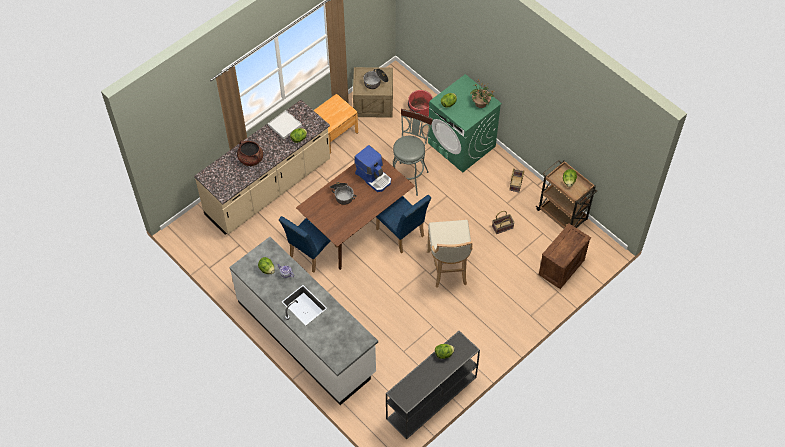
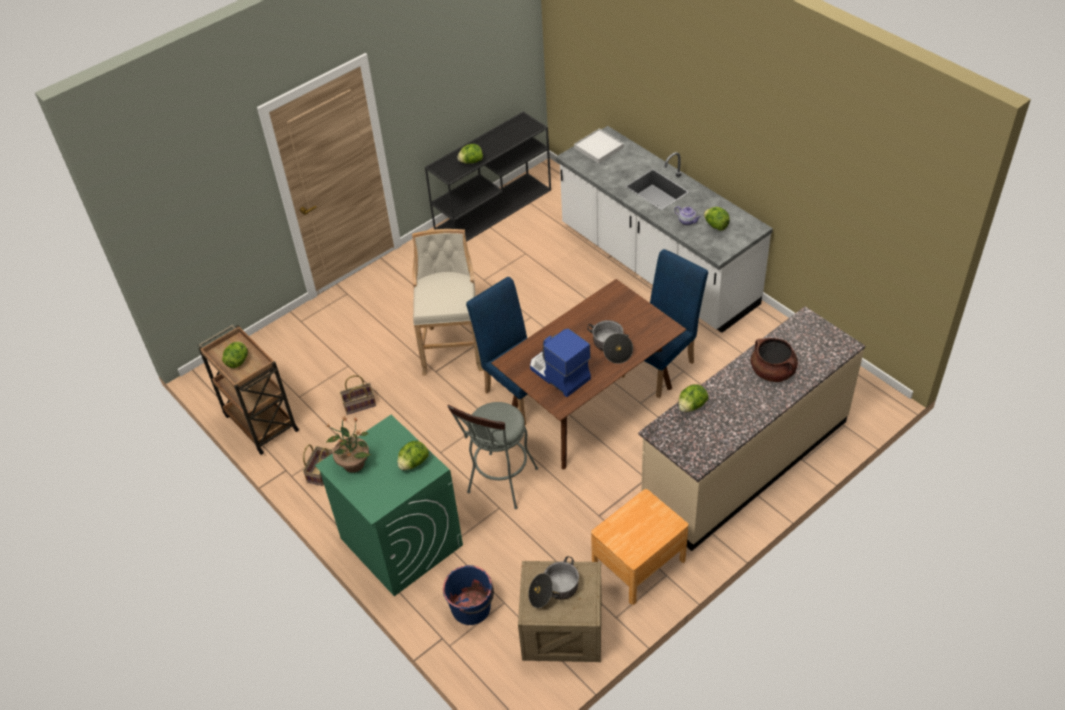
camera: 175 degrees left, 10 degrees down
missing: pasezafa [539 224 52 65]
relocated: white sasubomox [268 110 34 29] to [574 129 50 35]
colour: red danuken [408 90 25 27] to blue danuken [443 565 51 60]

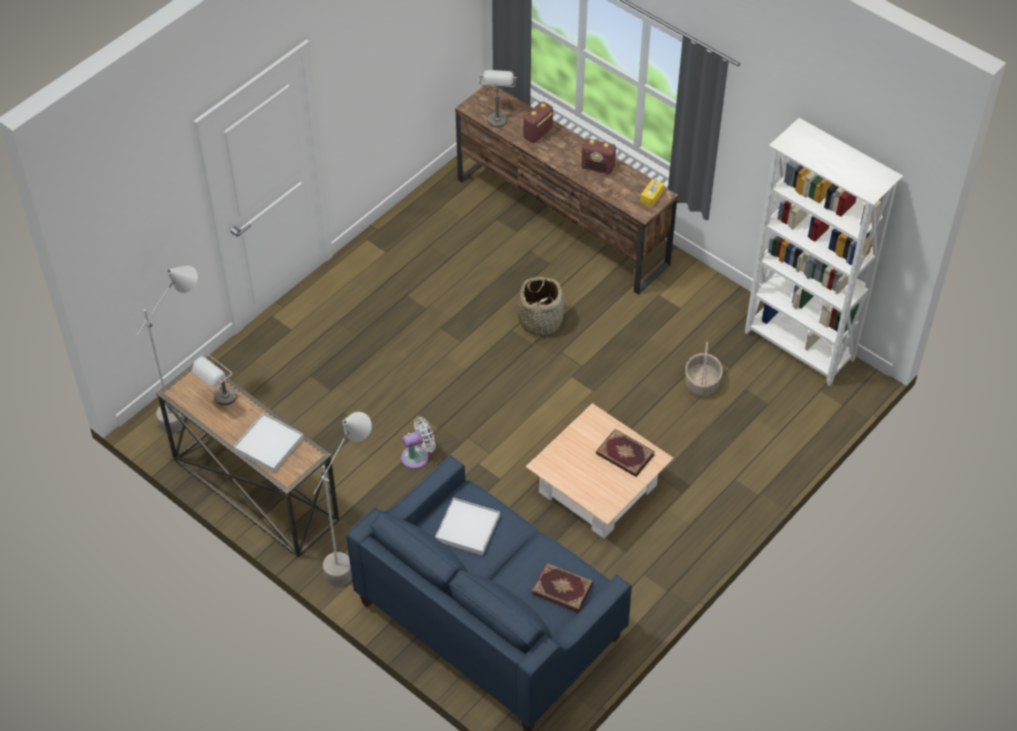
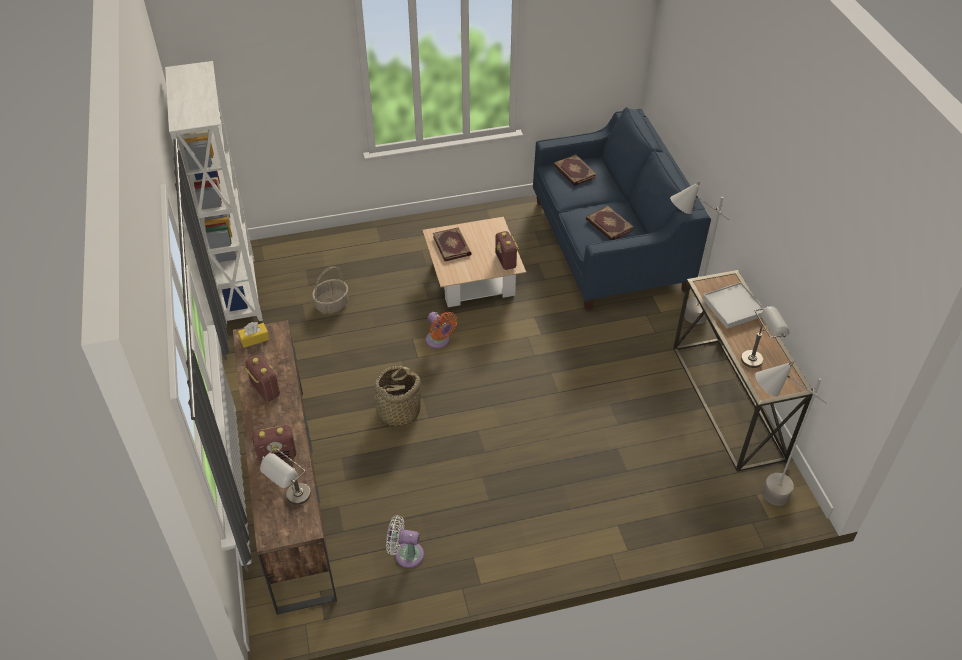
camera: 145 degrees left, 5 degrees down
appeared: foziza [495 231 24 39]; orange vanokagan [426 312 31 37]
relocated: white vanokagan [401 417 35 52] to [386 515 38 53]
exchanged: white sasubomox [435 497 65 59] to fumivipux [586 206 48 34]

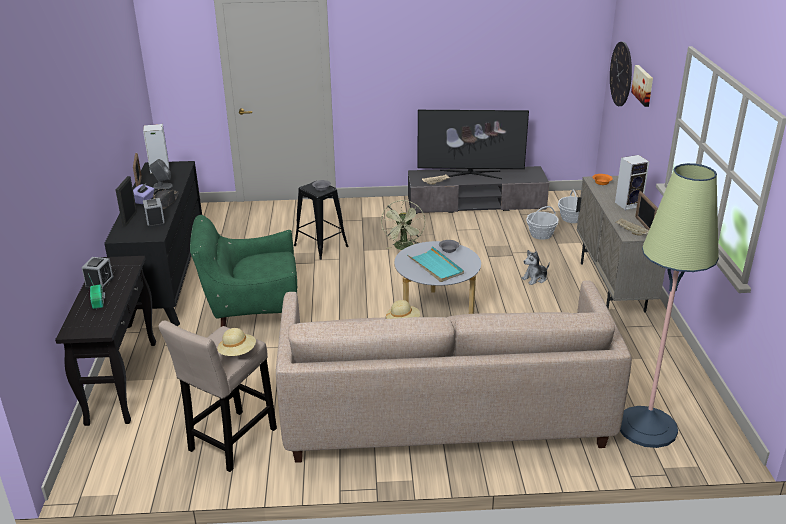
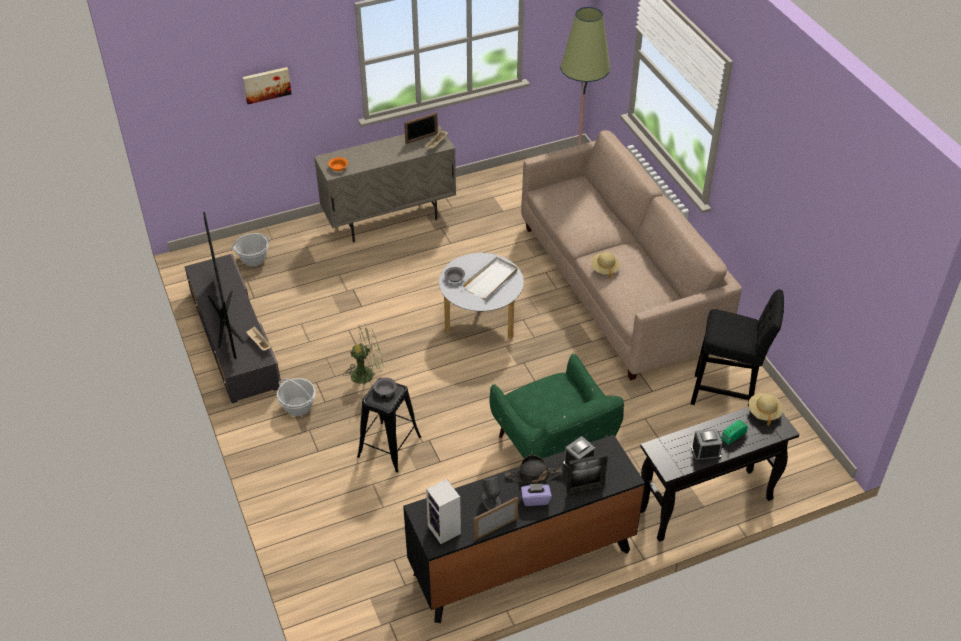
camera: 110 degrees left, 15 degrees up
missing: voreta [610 42 22 64]; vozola [615 155 34 55]; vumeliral [521 250 29 35]
relocated: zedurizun [526 206 32 34] to [277 378 39 38]; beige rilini [217 328 39 28] to [749 393 34 33]
colour: turquoise sasubomox [407 246 57 36] to white sasubomox [462 257 55 42]; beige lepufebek [158 321 119 151] to black lepufebek [691 289 93 118]

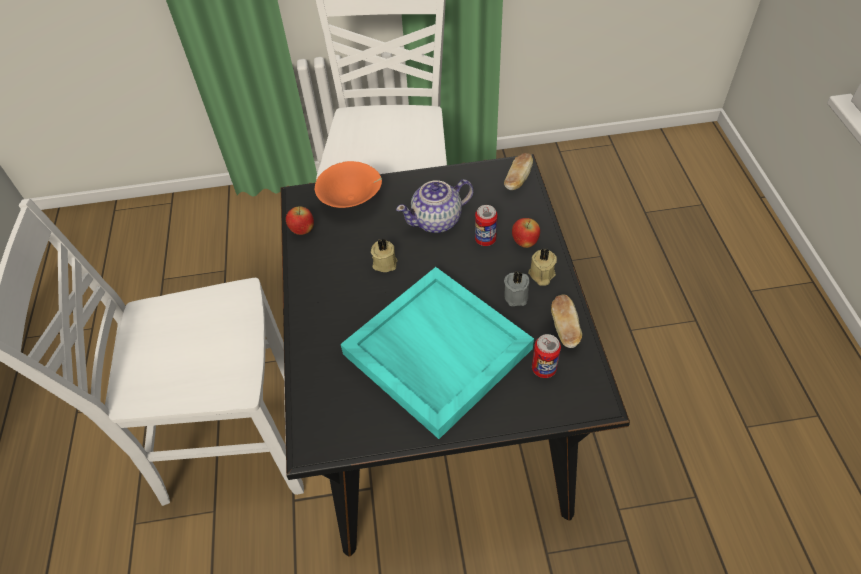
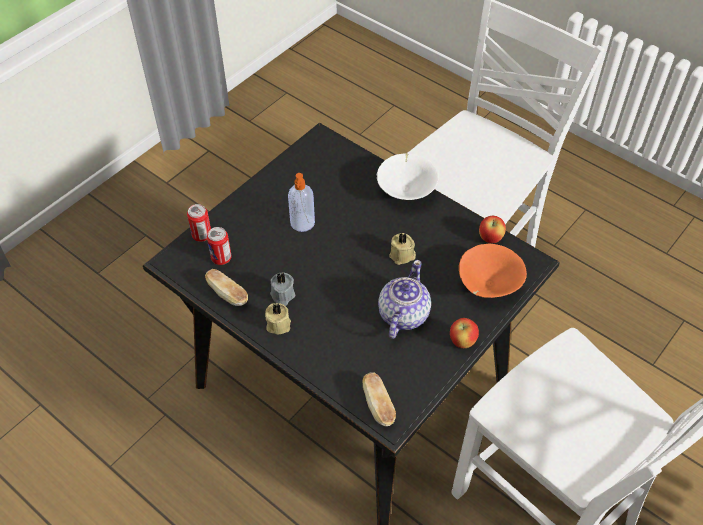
camera: 135 degrees right, 0 degrees up
appeared: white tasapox [377 153 62 47]
relocated: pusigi [475 205 22 41] to [187 204 24 38]; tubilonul [512 218 28 30] to [450 318 29 30]
exchanged: turquoise sasubomox [341 267 193 172] to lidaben [288 173 27 59]

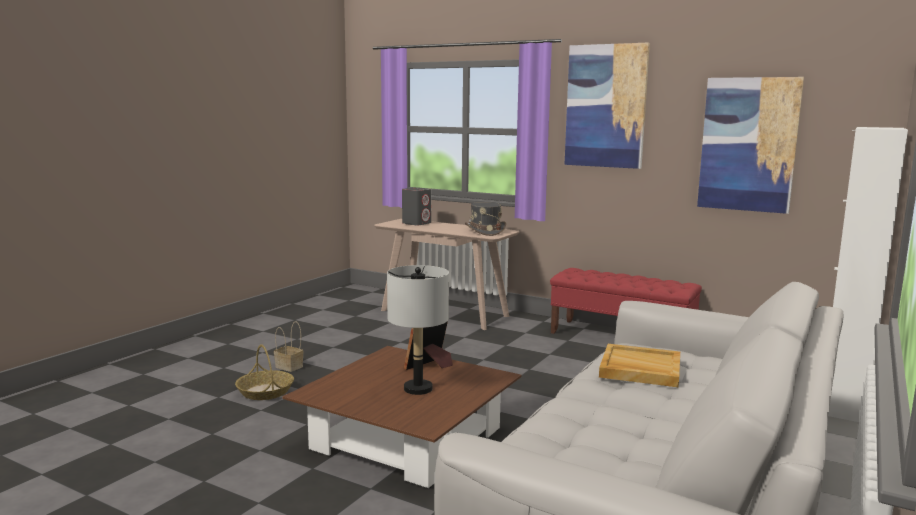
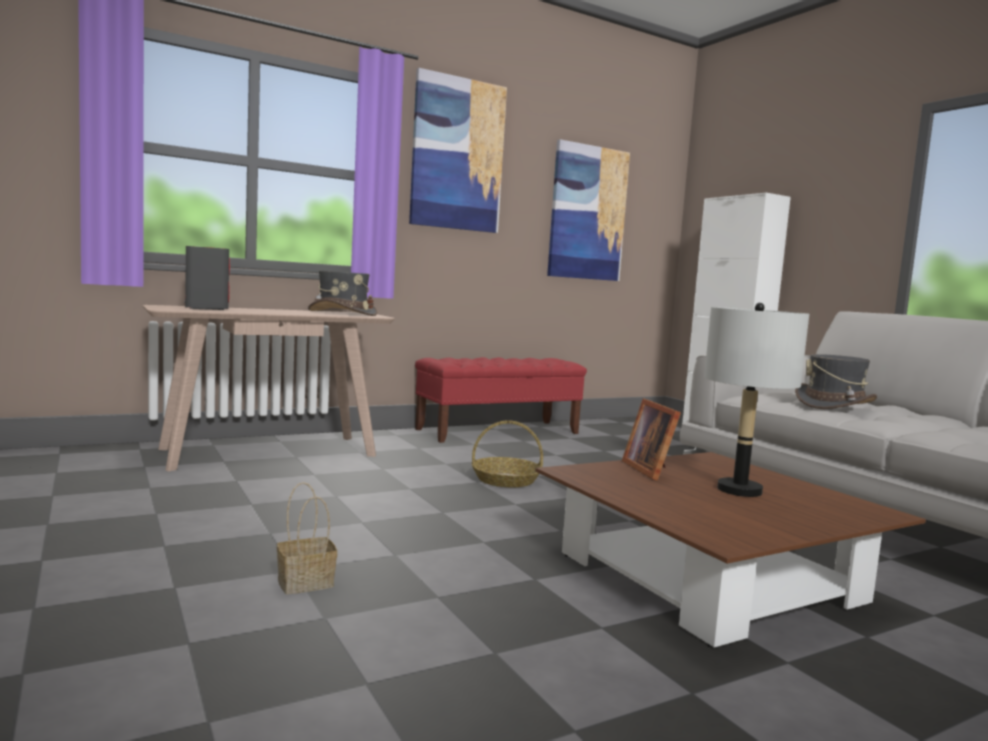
camera: 60 degrees left, 5 degrees down
relocated: zedurizun [235 344 59 56] to [472 420 71 67]
exchanged: beige sasubomox [599 344 81 43] to grey rilini [795 354 82 55]

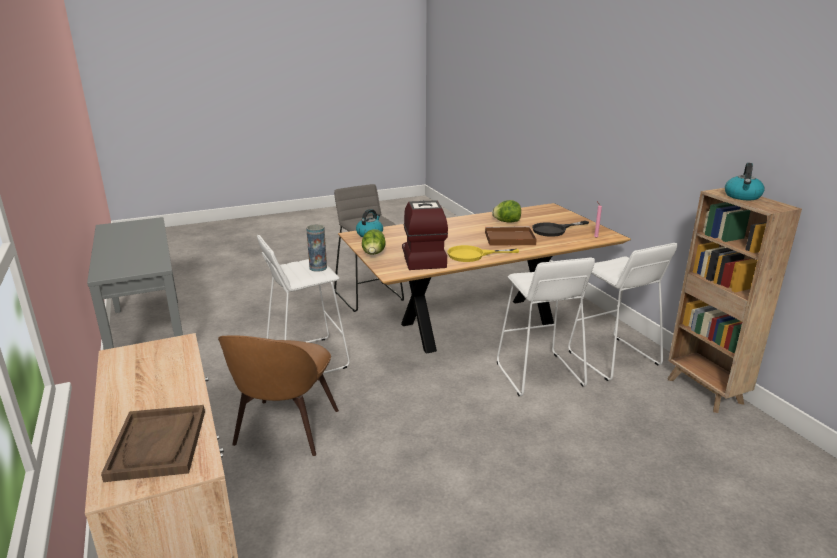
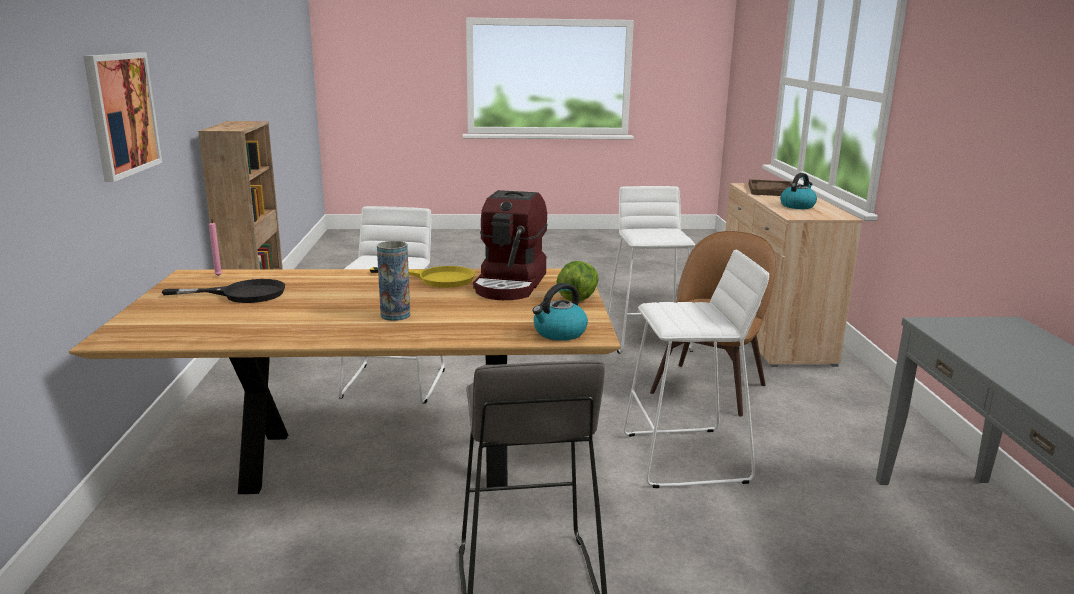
camera: 160 degrees left, 5 degrees down
missing: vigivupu [492 200 29 23]; brown sasubomox [485 227 52 19]
appeared: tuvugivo [83 53 79 129]
relocated: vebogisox [725 163 40 37] to [780 173 37 36]; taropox [306 224 21 48] to [377 241 33 80]; white lepufebek [568 243 109 138] to [607 186 88 168]

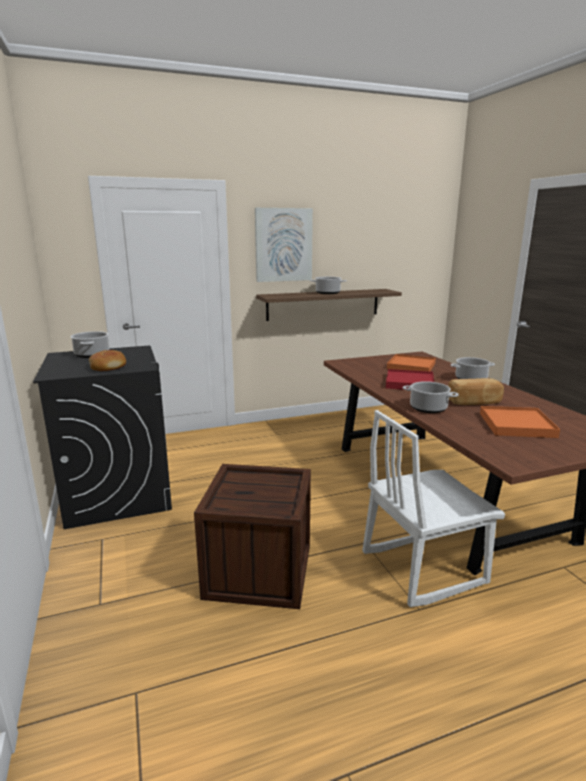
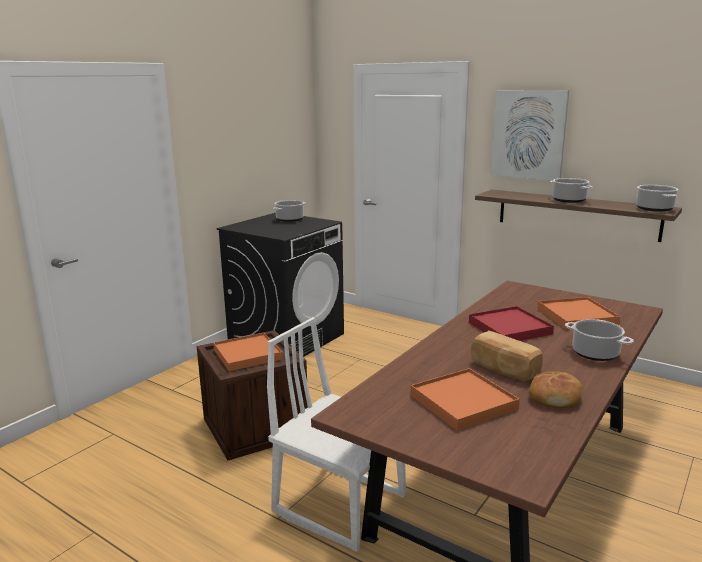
camera: 55 degrees right, 0 degrees up
appeared: orange sasubomox [213 333 70 38]
relocated: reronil [89 350 37 21] to [529 371 54 37]; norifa [402 381 57 32] to [636 185 43 27]

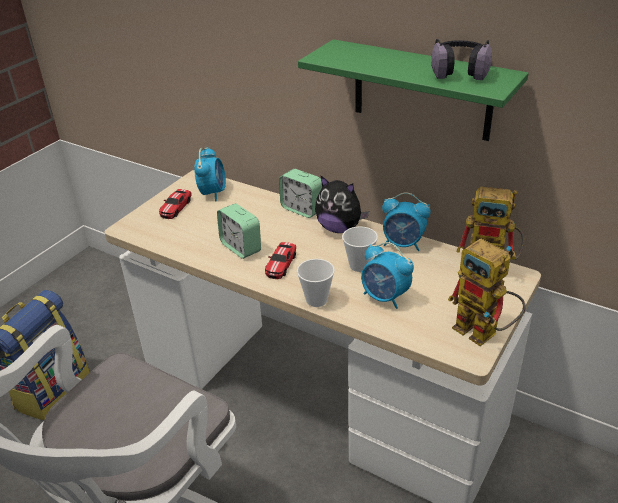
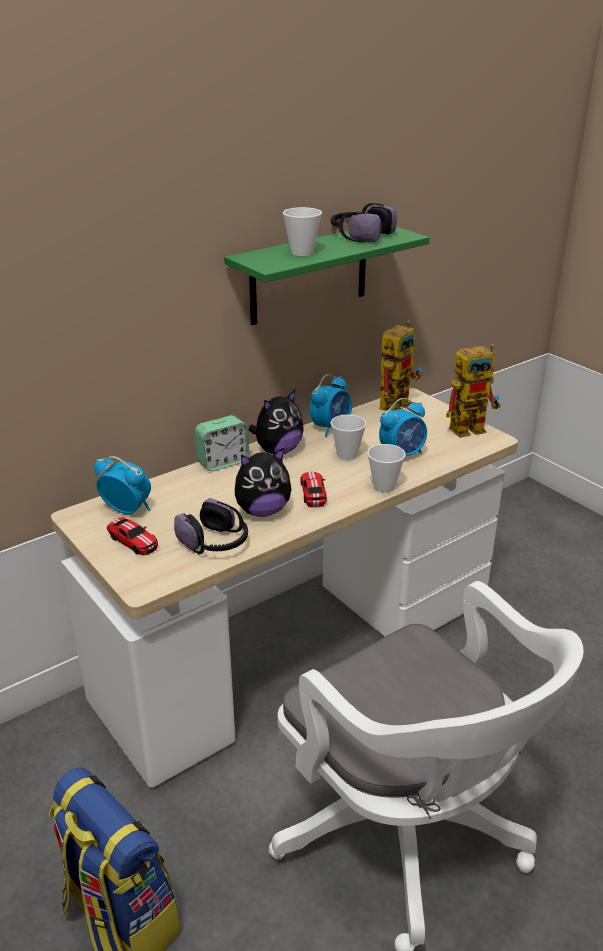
camera: 70 degrees left, 5 degrees down
appeared: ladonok [283 207 39 49]; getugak [174 498 74 57]
exchanged: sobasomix [217 204 44 55] to vumeliral [235 447 57 70]
spun: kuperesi [265 242 31 37] = [301 472 26 35] 135 degrees counterclockwise

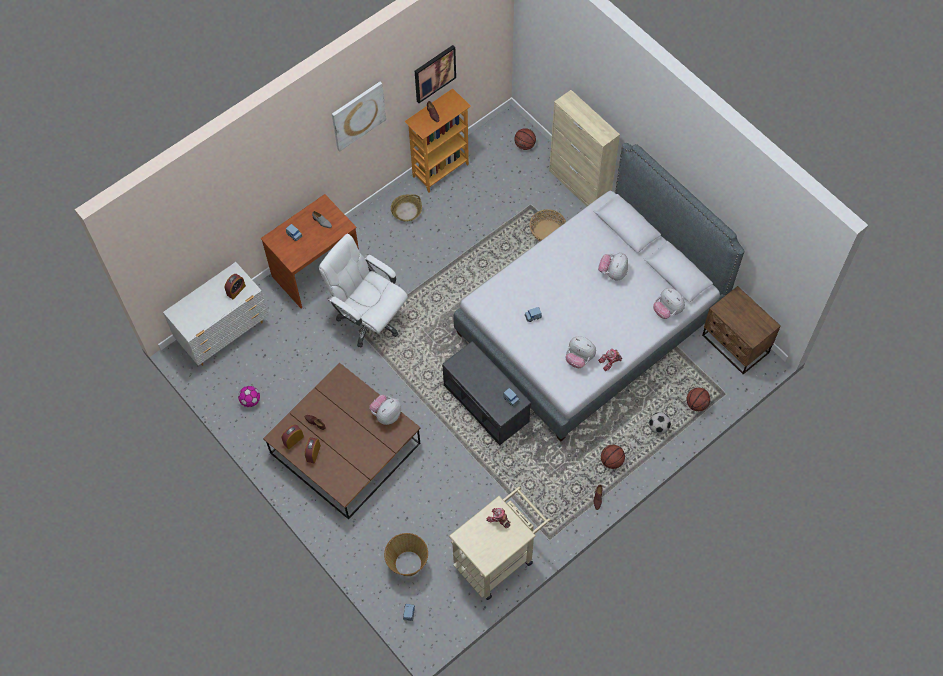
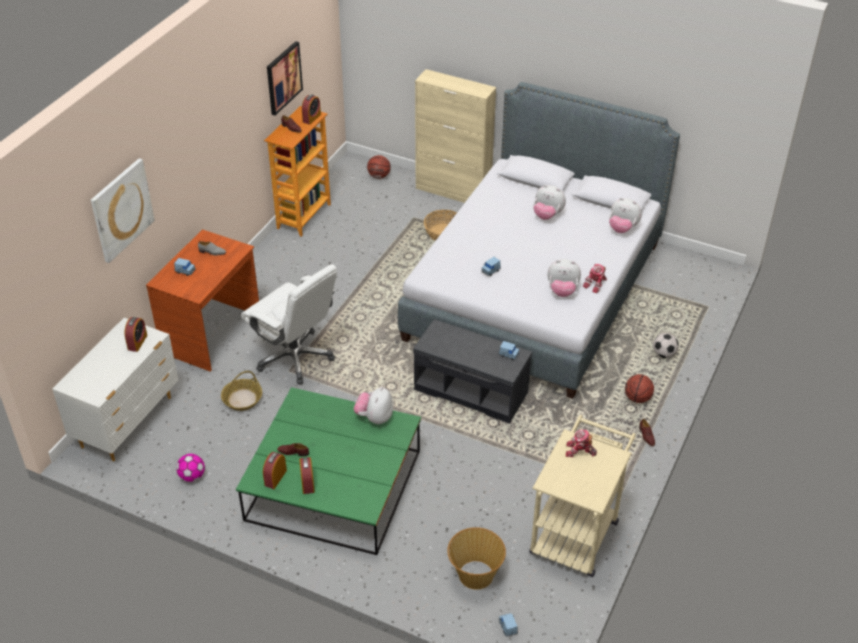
camera: 25 degrees left, 20 degrees down
missing: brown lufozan [702 286 79 89]; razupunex [686 388 25 23]
appeared: sobasomix [302 94 19 31]
relocated: tuvugivo [332 82 54 70] to [91 158 64 105]; zedurizun [391 194 31 28] to [221 371 41 40]
colour: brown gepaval [263 363 157 157] to green gepaval [236 387 185 168]
spun: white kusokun [319 234 89 113] = [241 264 96 121] 150 degrees counterclockwise; vumeliral [598 253 30 27] = [533 185 33 35] 60 degrees counterclockwise

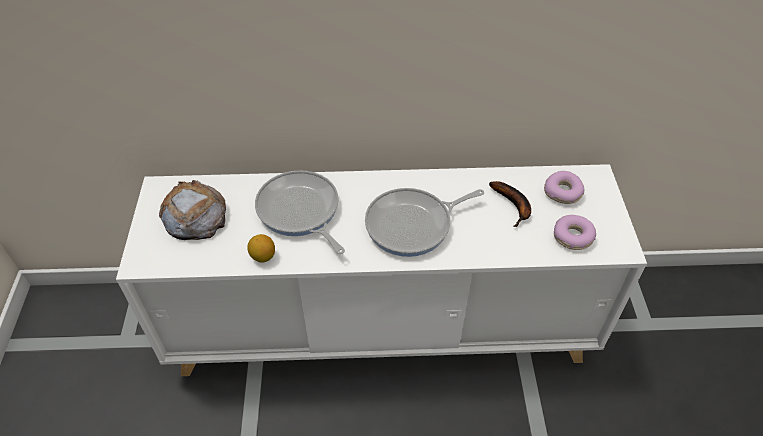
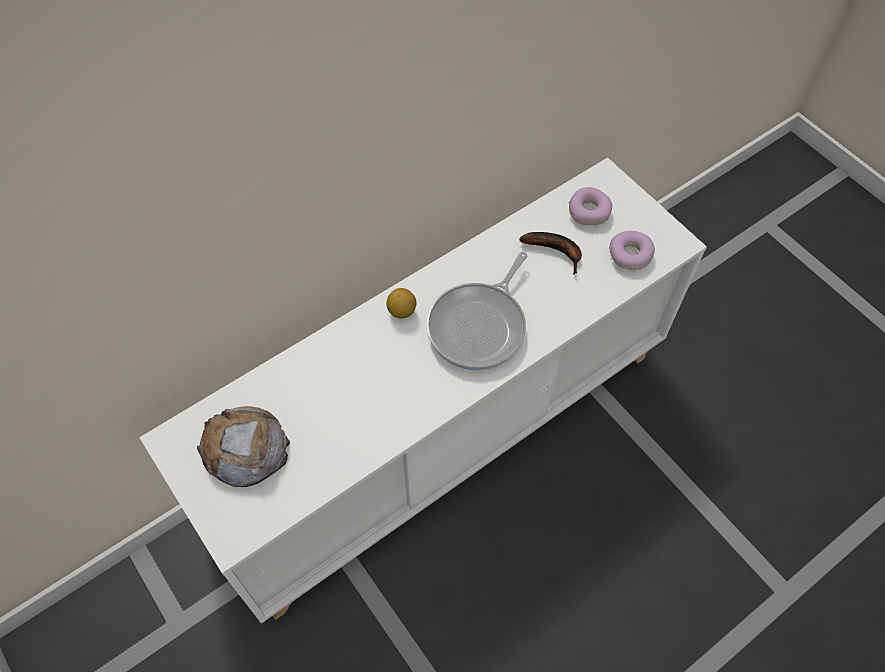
camera: 35 degrees left, 10 degrees up
missing: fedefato [255 170 90 84]
relocated: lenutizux [247 234 28 29] to [386 288 30 30]

